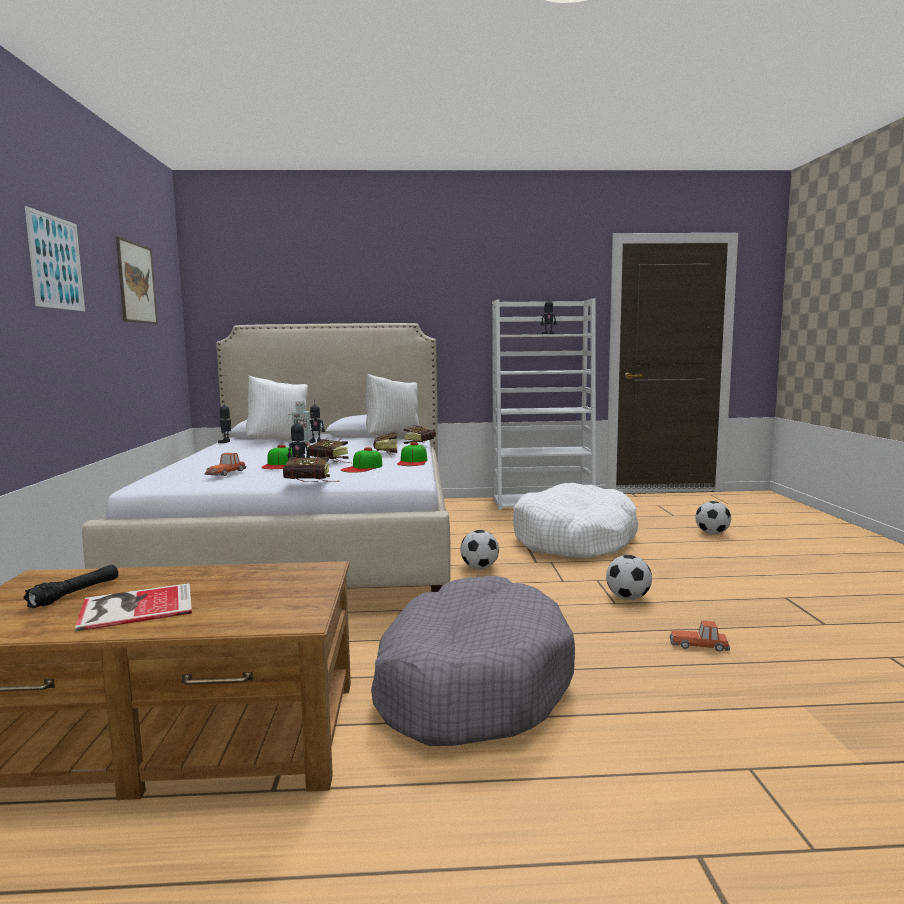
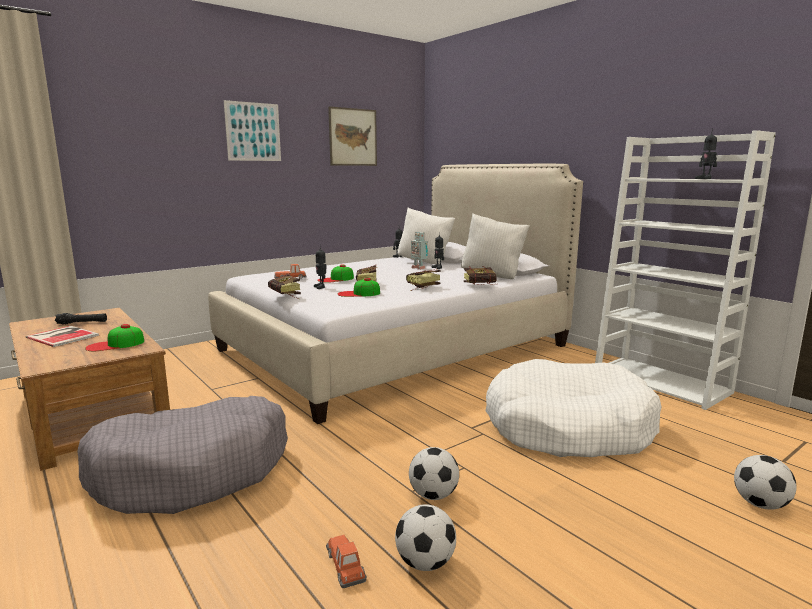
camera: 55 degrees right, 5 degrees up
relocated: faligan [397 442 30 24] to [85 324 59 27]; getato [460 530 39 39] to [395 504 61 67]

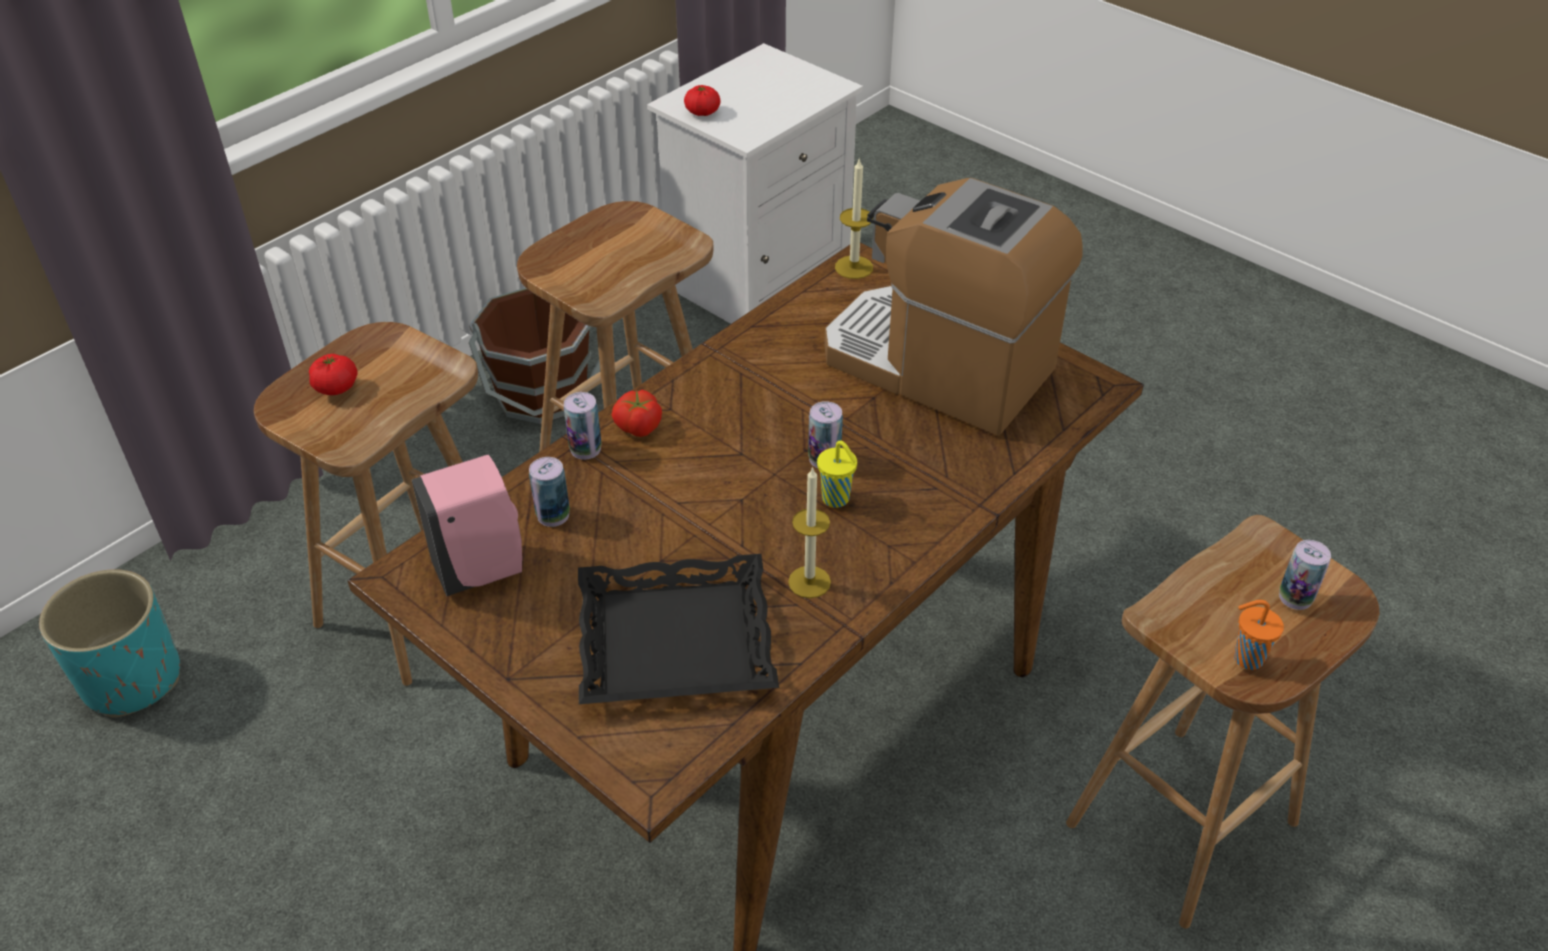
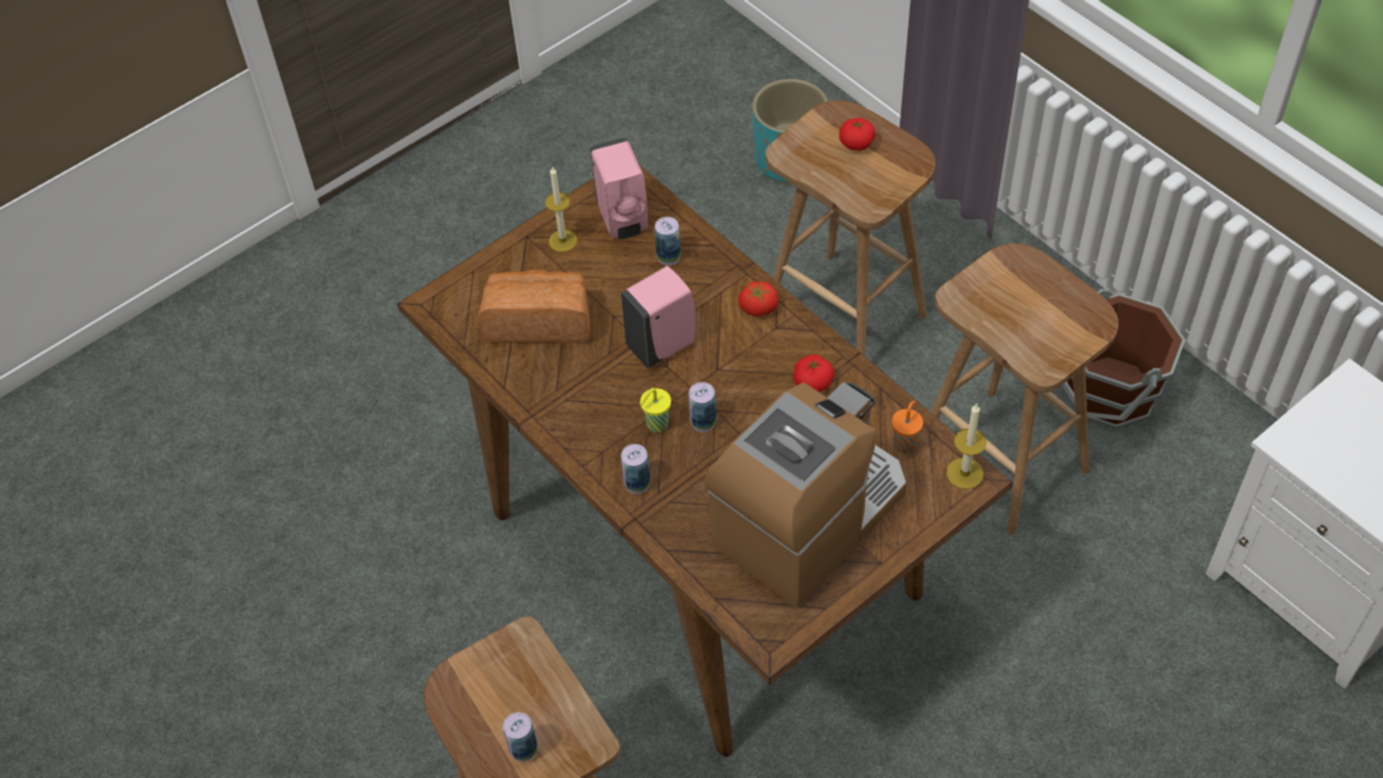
camera: 100 degrees right, 10 degrees up
appeared: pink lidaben [621 266 75 102]
relocated: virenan [684 85 37 31] to [793 355 41 37]; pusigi [564 392 38 68] to [621 444 29 50]; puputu [788 467 43 131] to [545 166 32 86]; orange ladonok [1234 600 50 70] to [891 400 32 53]
exchanged: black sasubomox [578 554 201 150] to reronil [477 270 113 73]

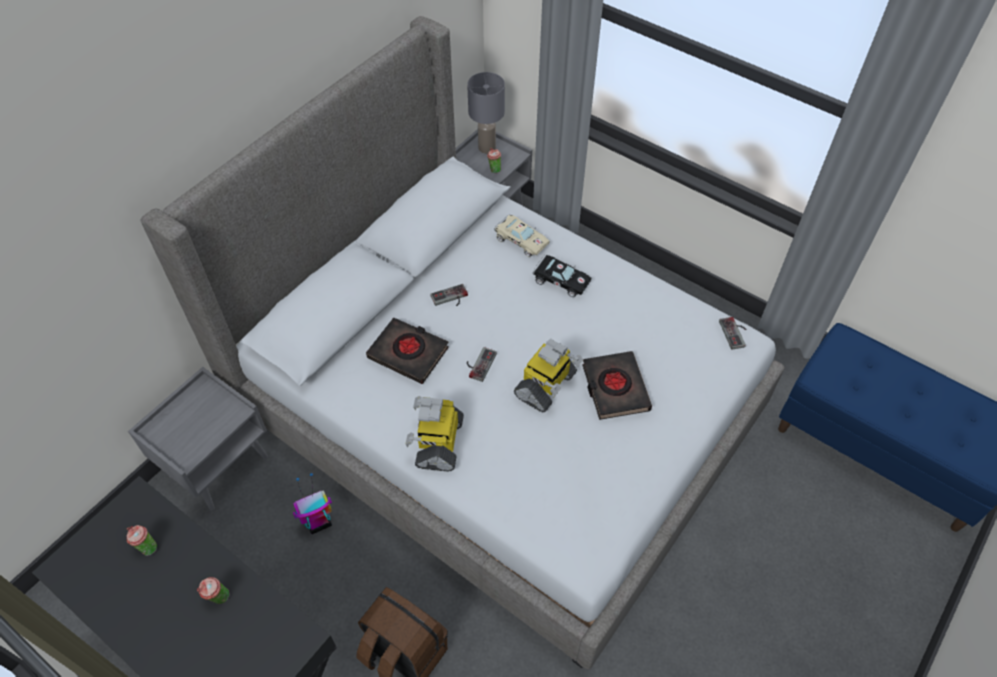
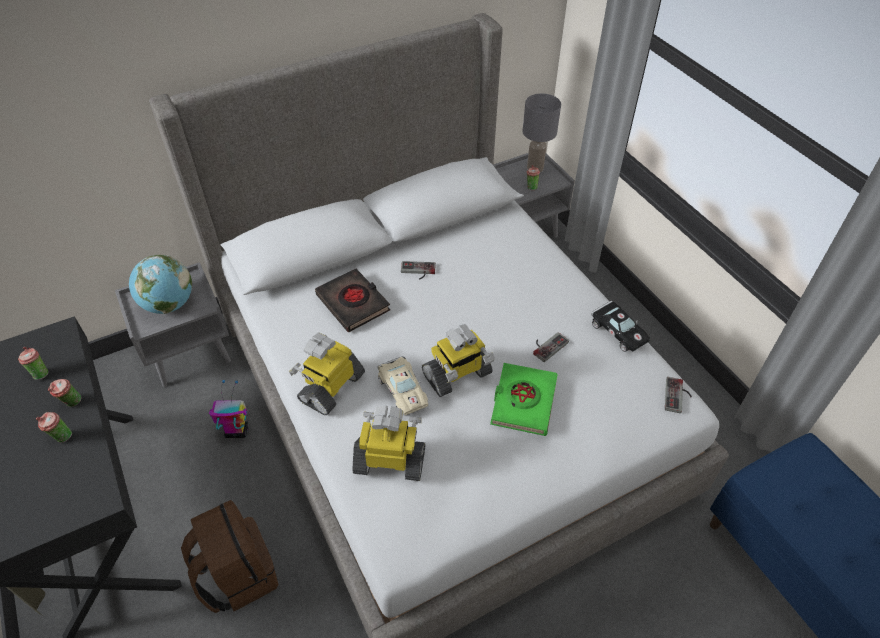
camera: 25 degrees right, 5 degrees down
appeared: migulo [129 255 63 59]; ladonok [48 379 33 28]; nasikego [352 405 73 76]
relocated: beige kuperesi [494 214 55 43] to [378 356 50 59]; black kuperesi [533 255 58 42] to [591 301 59 51]; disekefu [467 347 30 35] to [533 332 36 30]
colour: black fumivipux [582 351 70 69] to green fumivipux [490 363 68 73]

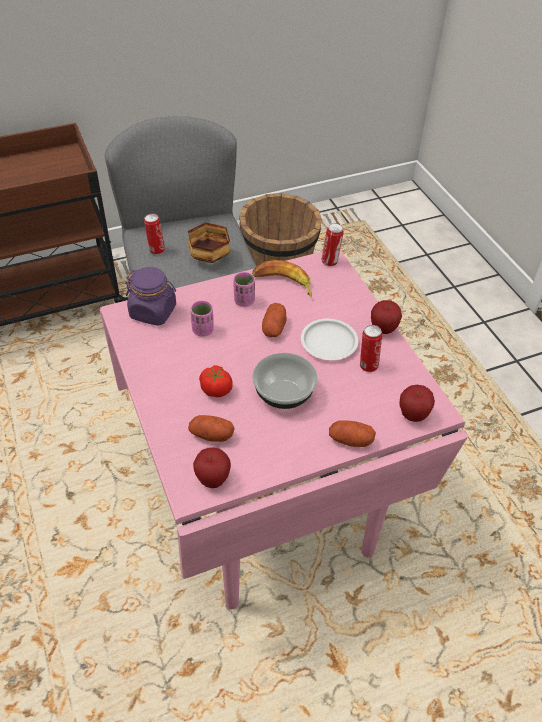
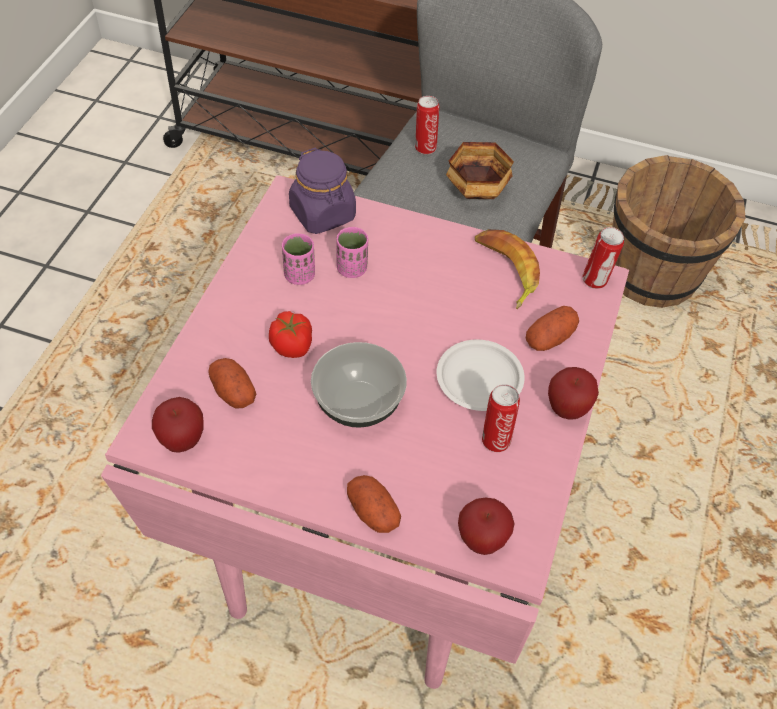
camera: 40 degrees right, 5 degrees up
relocated: pink ladonok [233 272 22 35] to [282 233 33 52]; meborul [262 303 25 34] to [525 306 54 45]

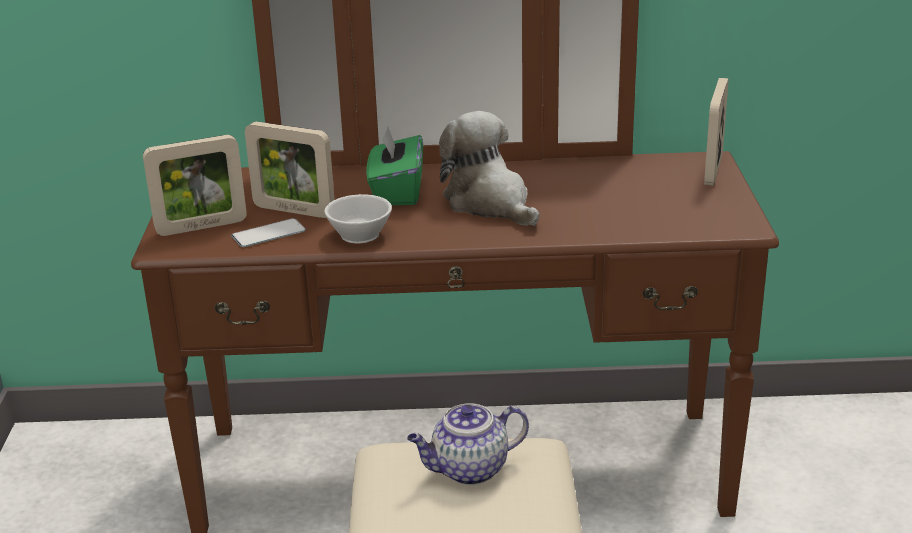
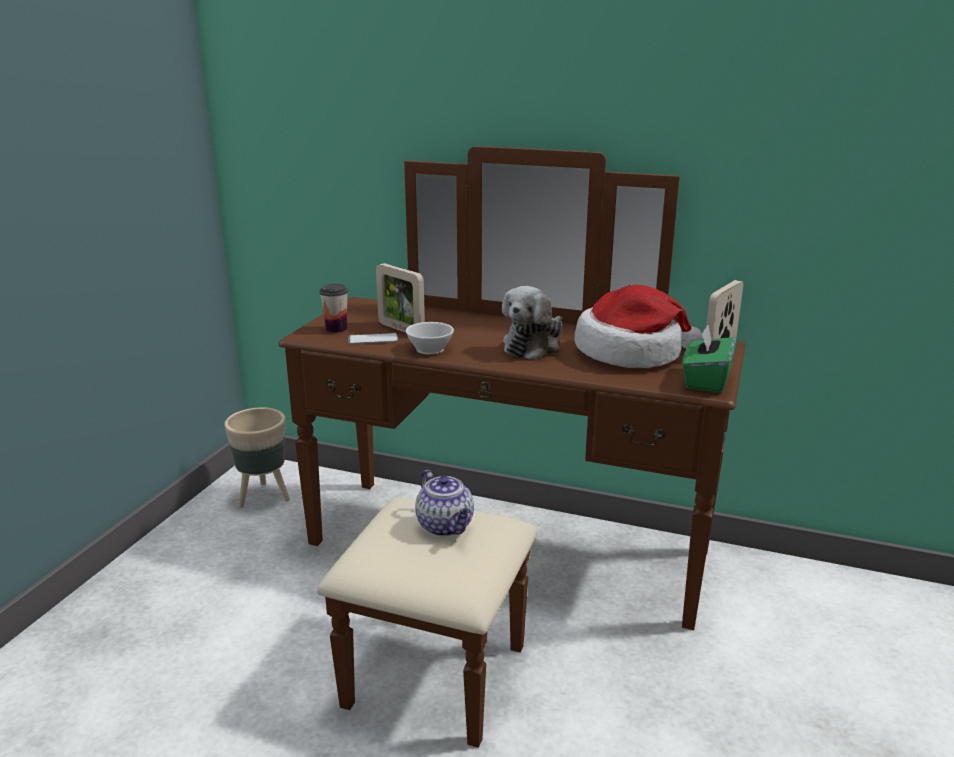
camera: 20 degrees right, 5 degrees down
appeared: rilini [574 285 129 83]; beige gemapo [224 408 66 100]
relocated: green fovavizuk [366 125 57 80] to [682 325 54 68]
exchanged: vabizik [143 135 104 101] to ladonok [320 284 28 49]
spun: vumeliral [439 111 100 115] = [502 286 61 74] 135 degrees counterclockwise; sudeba [407 403 122 82] = [415 470 59 66] 120 degrees counterclockwise

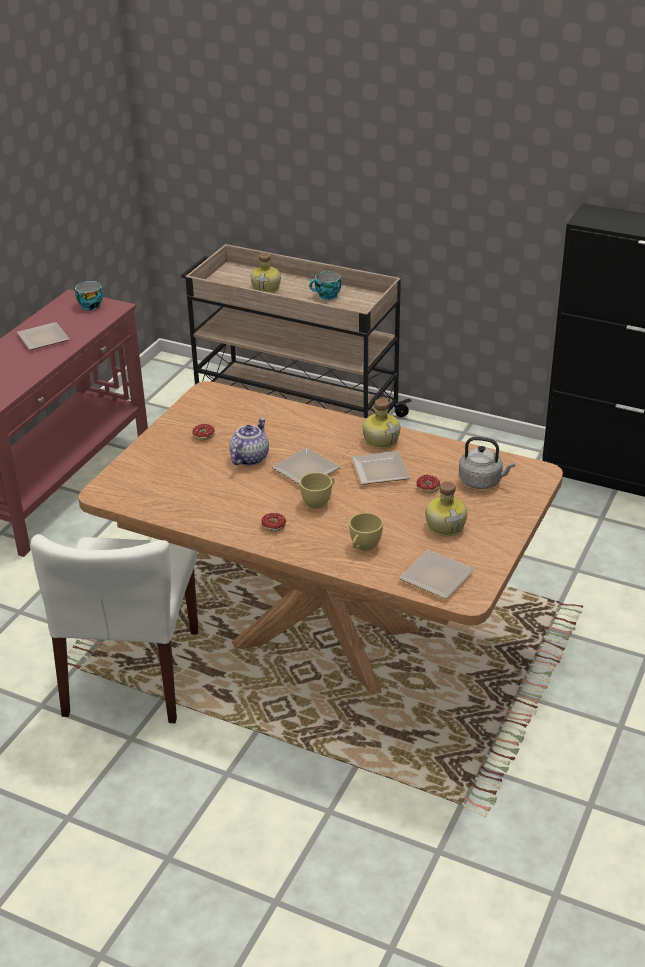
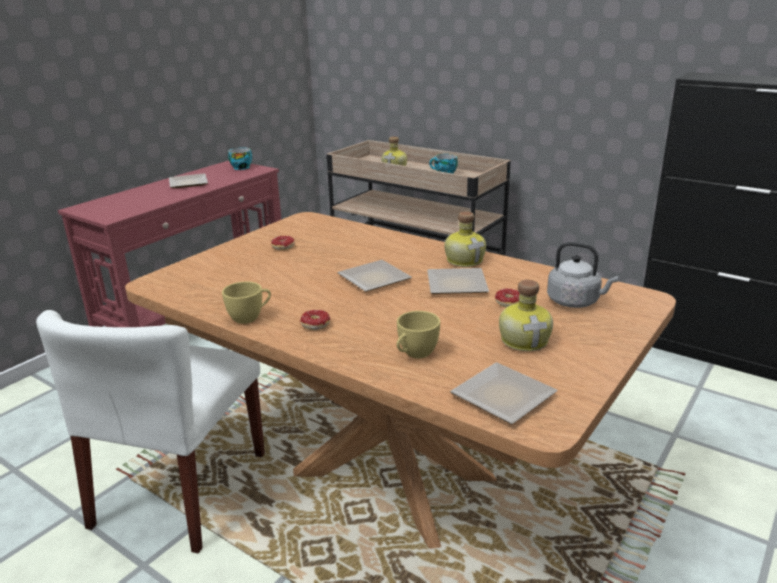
camera: 10 degrees right, 10 degrees down
missing: sudeba [229 418 40 47]
relocated: yellow ladonok [300 472 35 37] to [222 282 49 42]

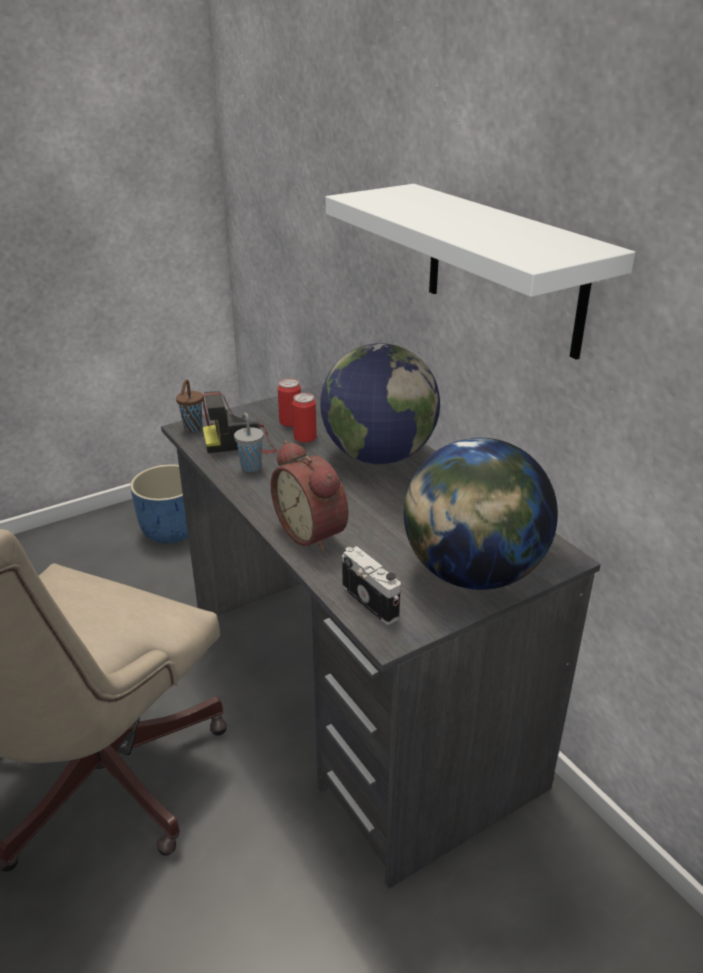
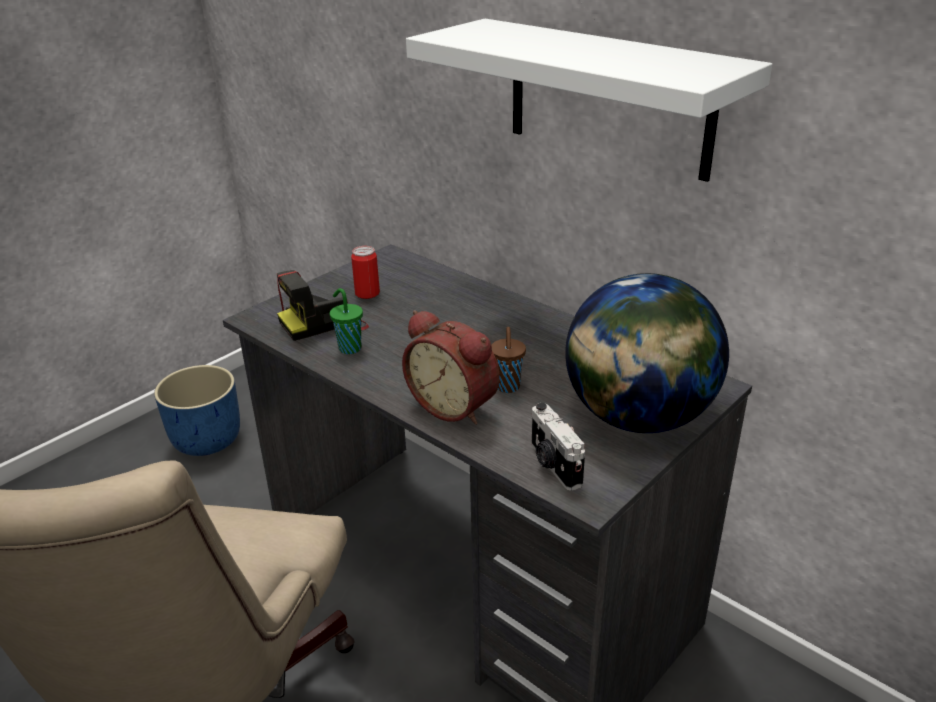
camera: 15 degrees left, 0 degrees up
missing: migulo [320 343 120 121]; pusigi [292 393 25 50]
relocated: brown ladonok [176 379 27 53] to [491 327 35 66]
colour: grey ladonok [234 413 30 59] to green ladonok [330 288 33 66]
spun: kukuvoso [342 546 59 79] = [532 403 53 88] 150 degrees counterclockwise

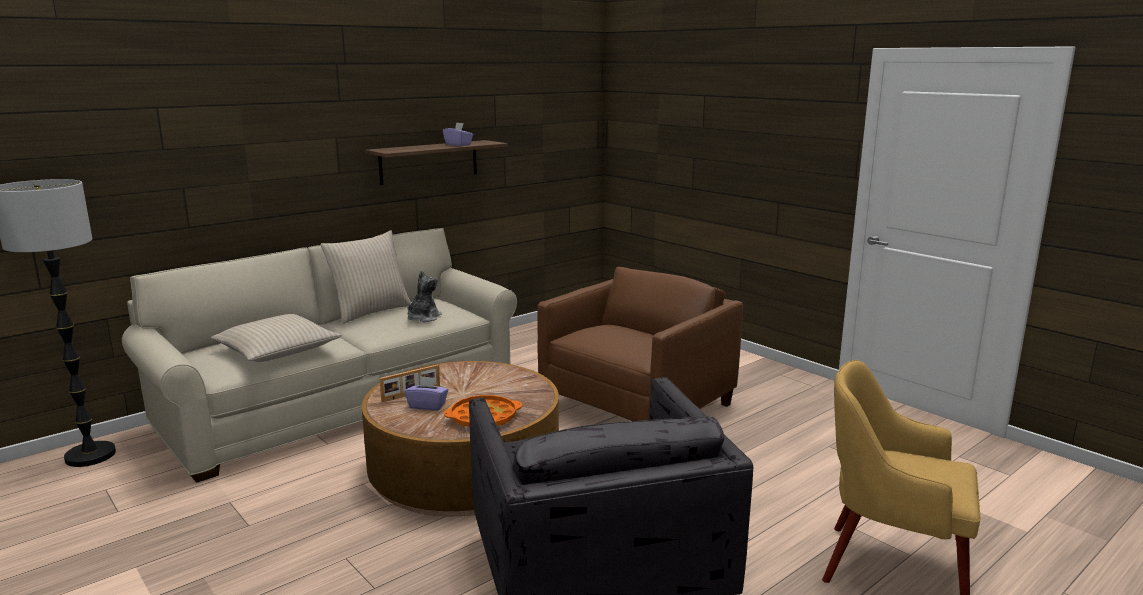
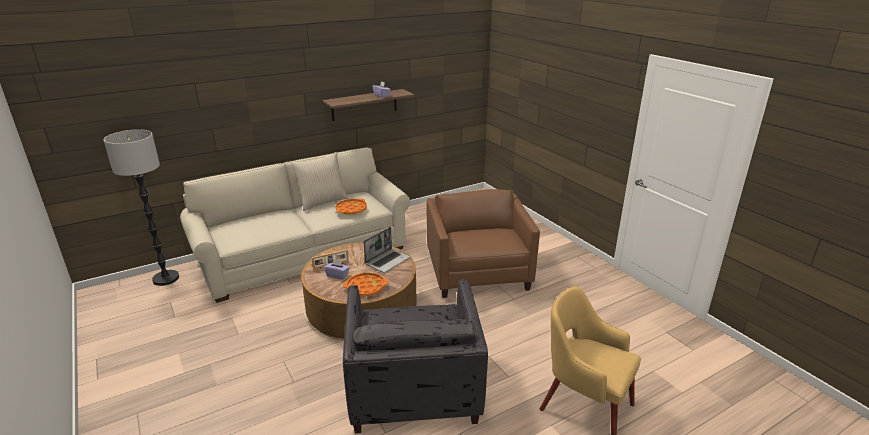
camera: 10 degrees right, 10 degrees up
missing: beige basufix [211 314 131 48]
appeared: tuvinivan [364 227 46 46]
exchanged: vumeliral [408 270 34 52] to orange sasubomox [336 198 31 16]
spun: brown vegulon [537 267 206 154] = [427 189 113 109] 60 degrees counterclockwise

